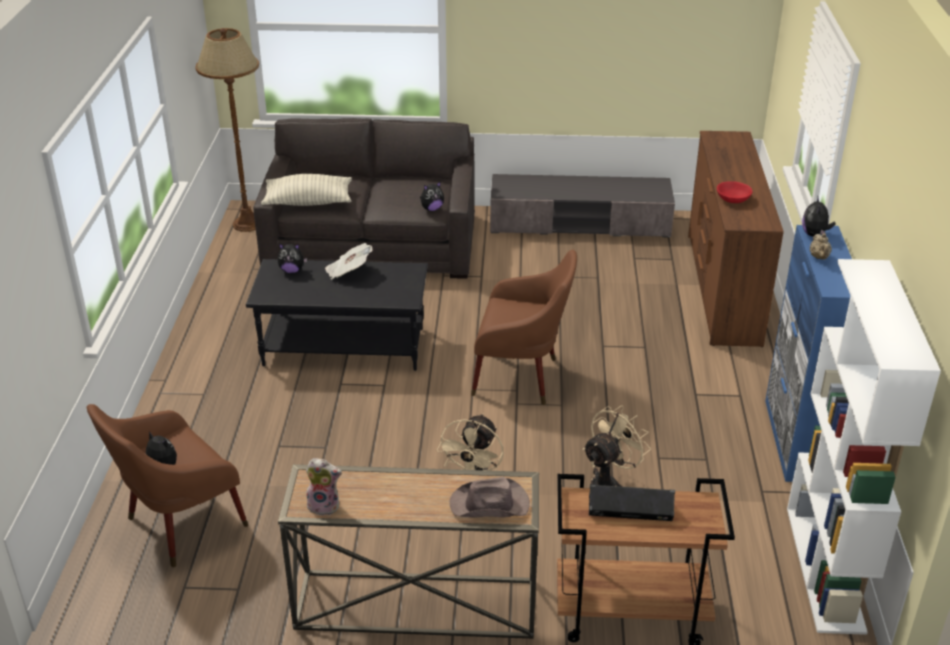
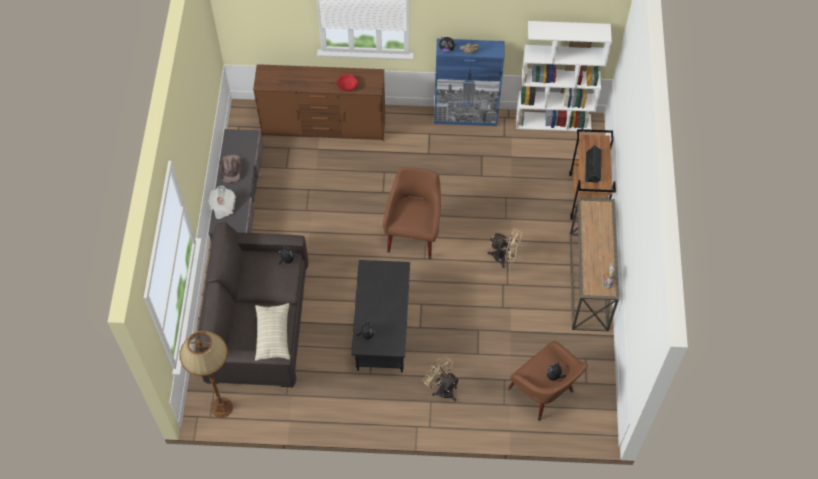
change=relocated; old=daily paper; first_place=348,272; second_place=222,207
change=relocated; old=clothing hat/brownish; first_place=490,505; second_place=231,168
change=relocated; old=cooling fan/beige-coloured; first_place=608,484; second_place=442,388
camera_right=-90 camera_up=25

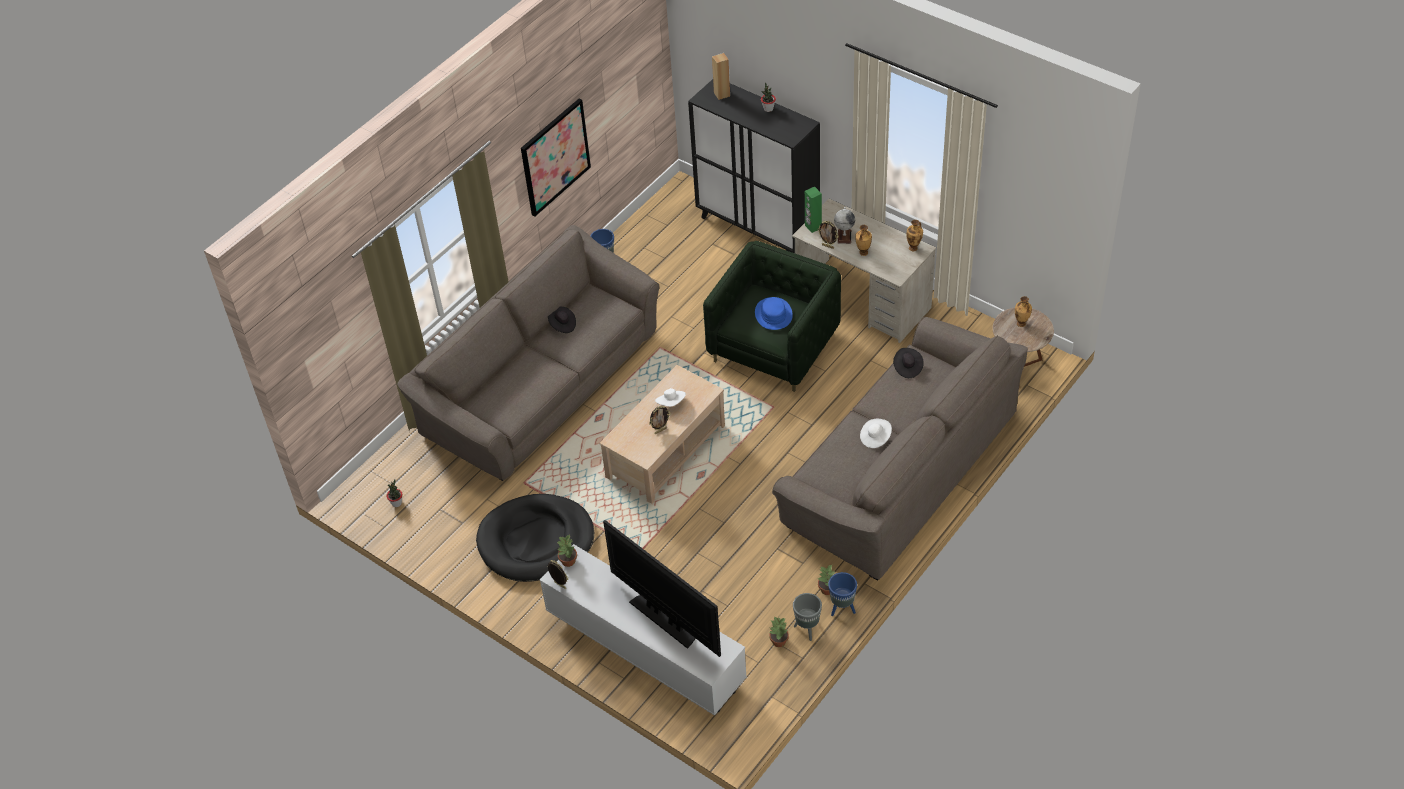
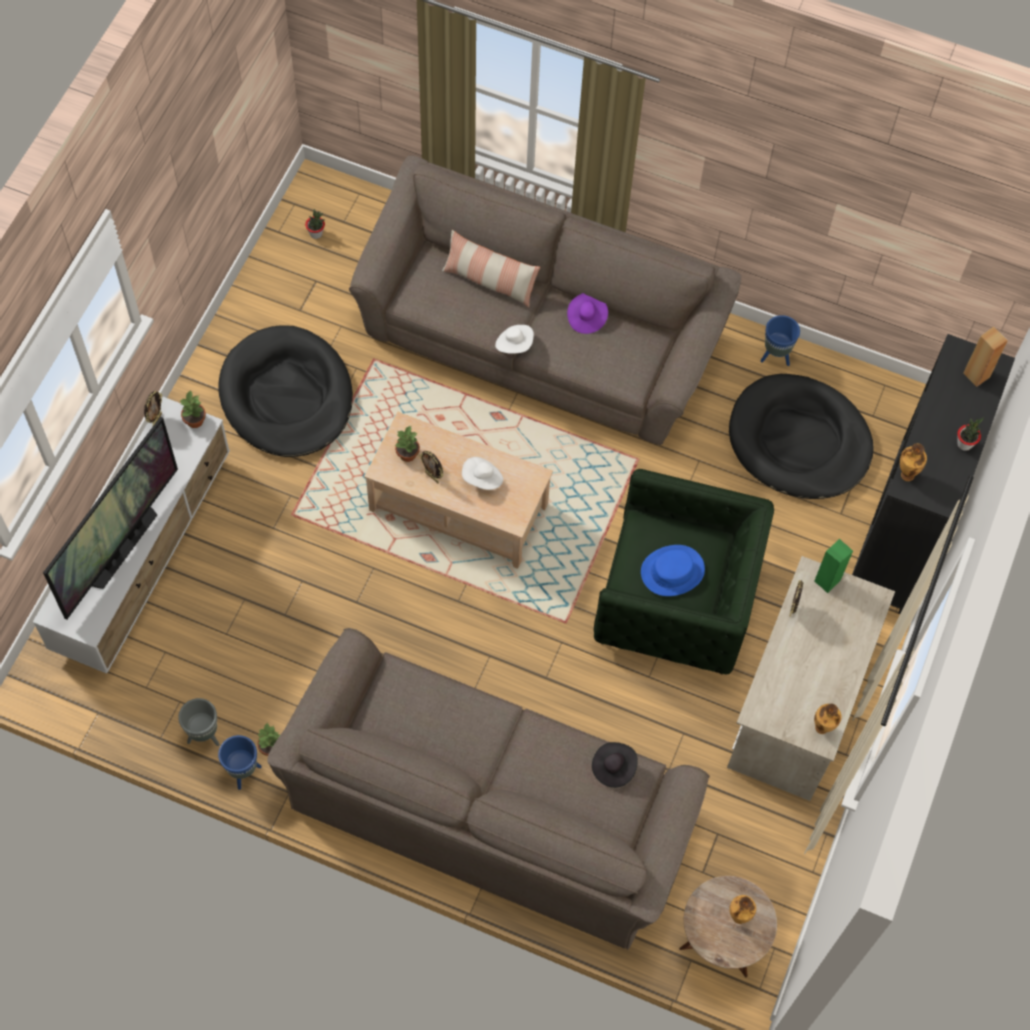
change=missing; old=wall art; first_place=555,157
change=missing; old=globe; first_place=844,236
change=appeared; new=throw pillow; second_place=489,281
change=appeared; new=pet bed/black; second_place=799,441
change=relocated; old=houseplant; first_place=779,642; second_place=407,454
change=relocated; old=flower vase; first_place=863,253; second_place=906,474
change=relocated; old=clothing hat/white; first_place=875,438; second_place=514,344
change=colour; old=clothing hat/black; new=clothing hat/purplish; first_place=562,325; second_place=586,318
camera_right=70 camera_up=15

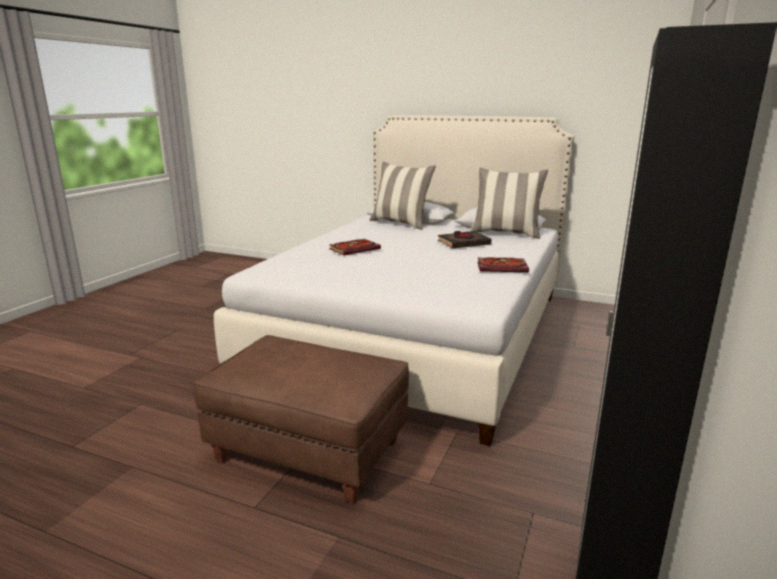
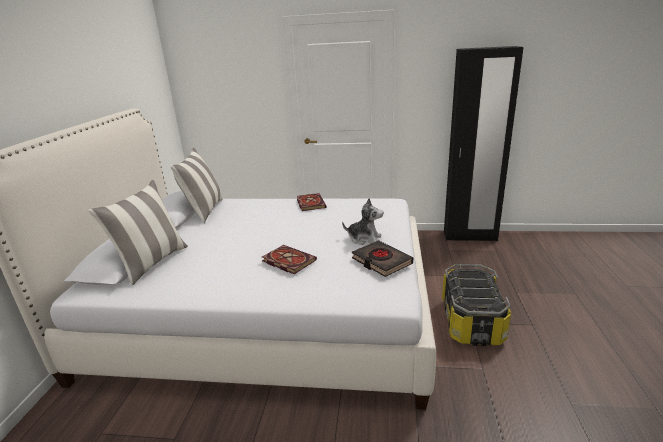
change=appeared; new=soft toy; second_place=364,238
change=relocated; old=bound book/black; first_place=463,243; second_place=381,261
change=exchanged; old=pouffe/brownish; new=storage box; first_place=308,451; second_place=470,321
camera_right=-105 camera_up=5

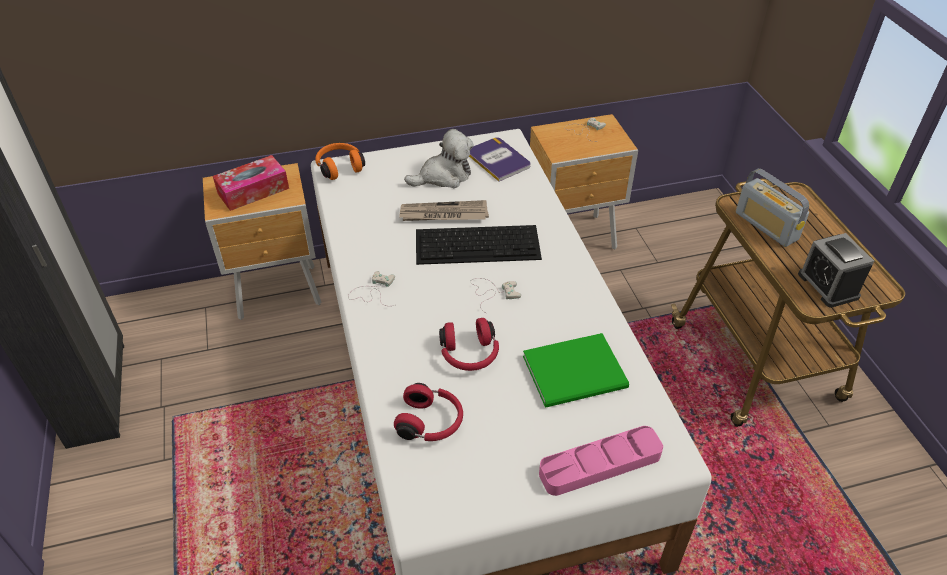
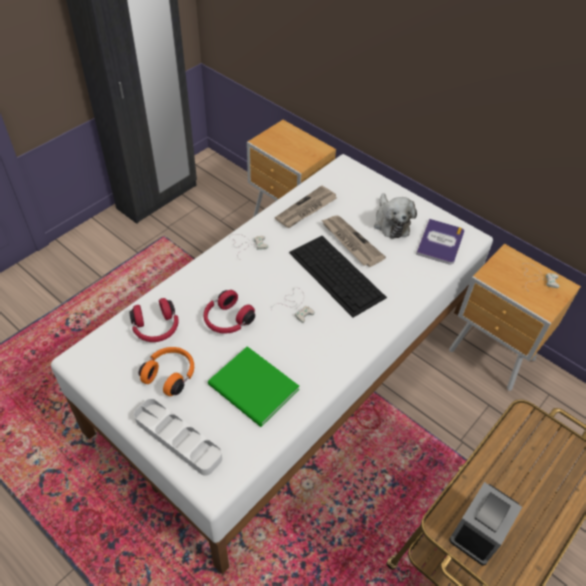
change=missing; old=tissue box; first_place=253,191
change=missing; old=radio receiver; first_place=766,226
change=appeared; new=daily paper; second_place=306,209
change=relocated; old=headset/orange; first_place=339,167; second_place=170,375
change=colour; old=tray/pink-coloured; new=tray/white; first_place=600,464; second_place=178,439
change=spun; old=soft toy; first_place=443,176; second_place=391,222; degrees=45
camera_right=55 camera_up=5

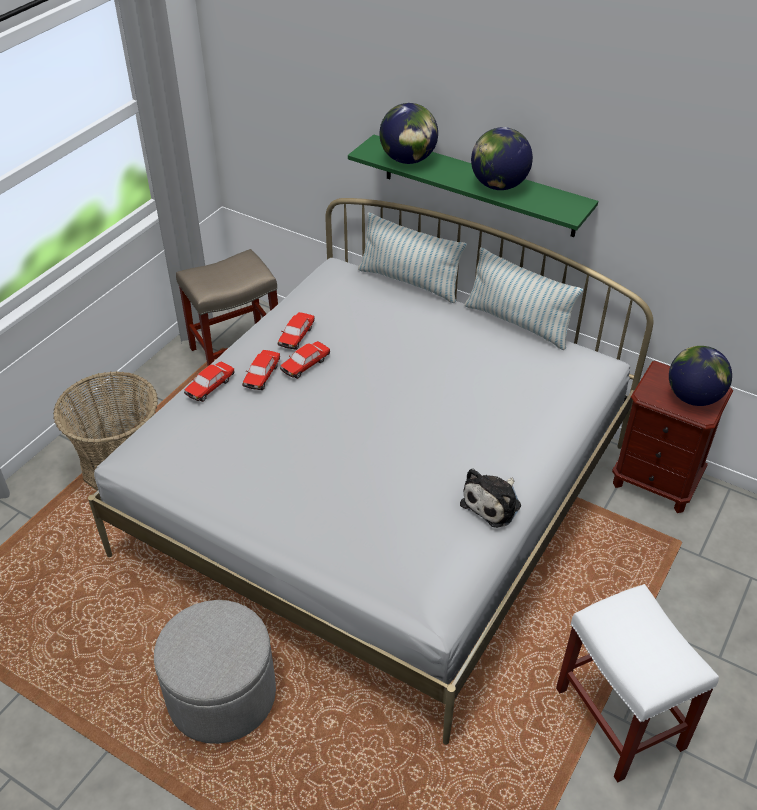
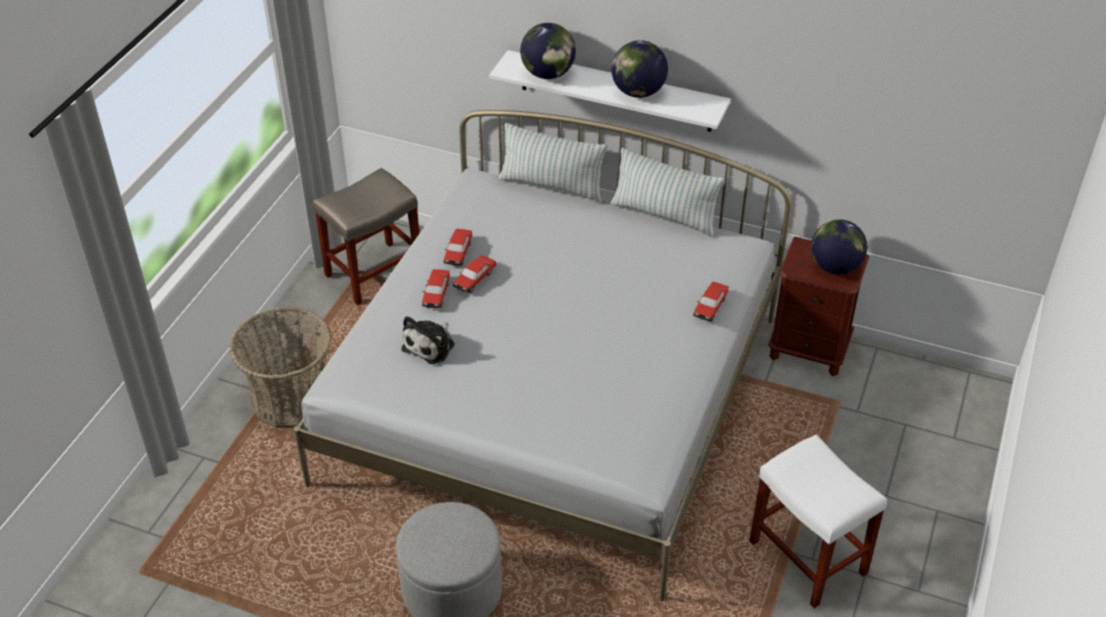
change=relocated; old=toy car; first_place=210,386; second_place=710,306
change=relocated; old=soft toy; first_place=493,503; second_place=431,345
change=colour; old=bracket shelf/green-coloured; new=bracket shelf/white; first_place=478,186; second_place=616,91
camera_right=-10 camera_up=0

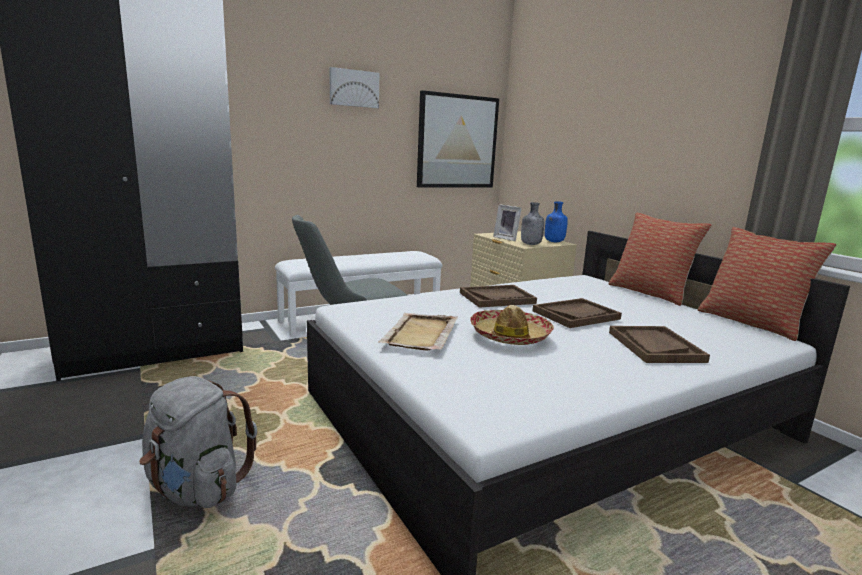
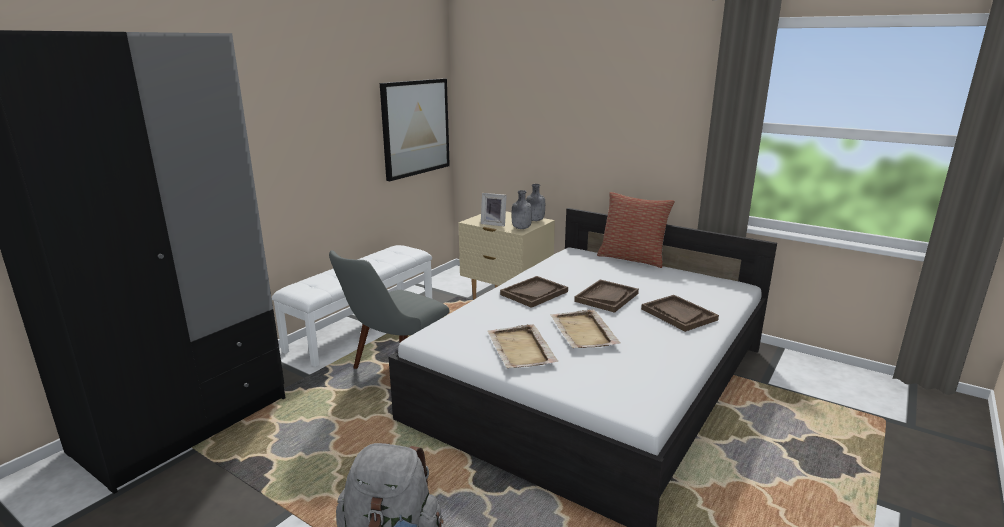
change=missing; old=wall art; first_place=353,88
change=missing; old=throw pillow; first_place=751,323
change=exchanged; old=clothing hat; new=tray/beige-coloured; first_place=510,336; second_place=583,332
change=colour; old=bottle/blue; new=bottle/grey; first_place=553,242; second_place=534,220
camera_right=-25 camera_up=5

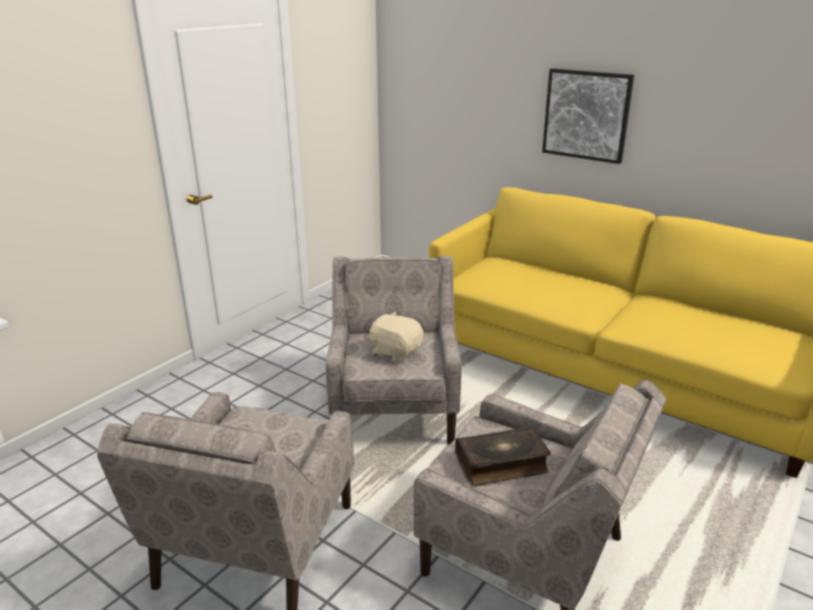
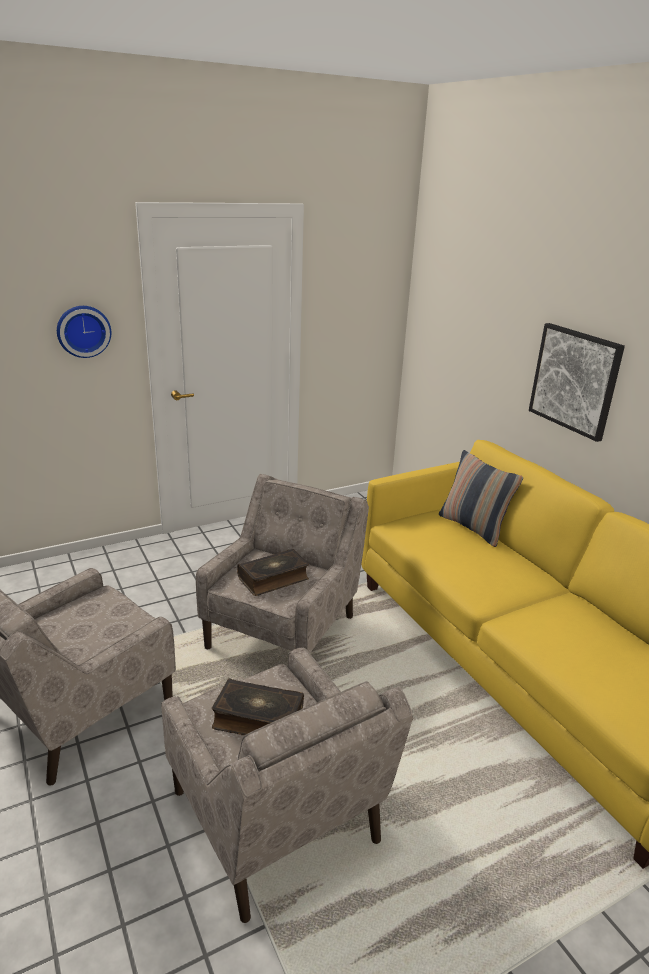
change=appeared; new=wall clock; second_place=83,330
change=appeared; new=throw pillow; second_place=473,527
change=exchanged; old=soft toy/beige-coloured; new=bound book; first_place=396,352; second_place=273,579
camera_right=25 camera_up=0

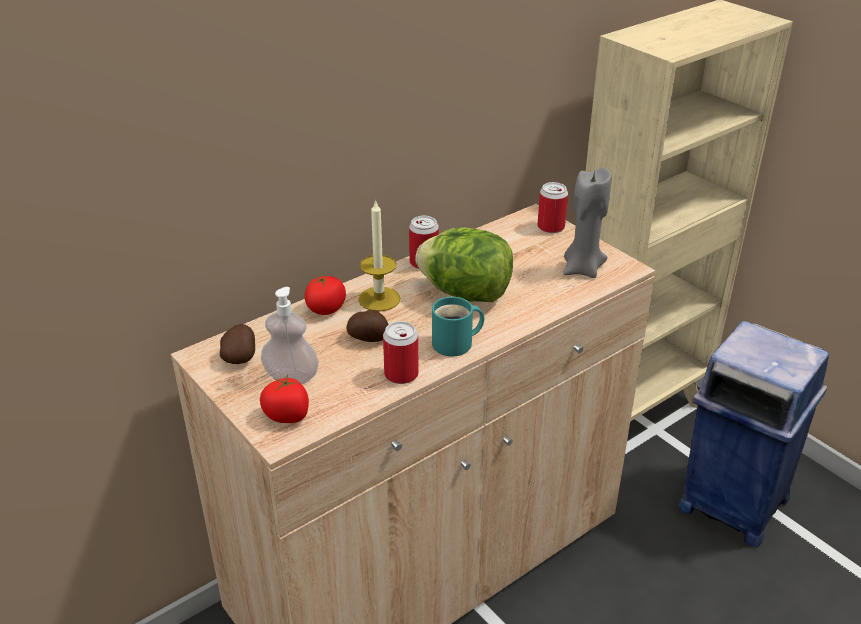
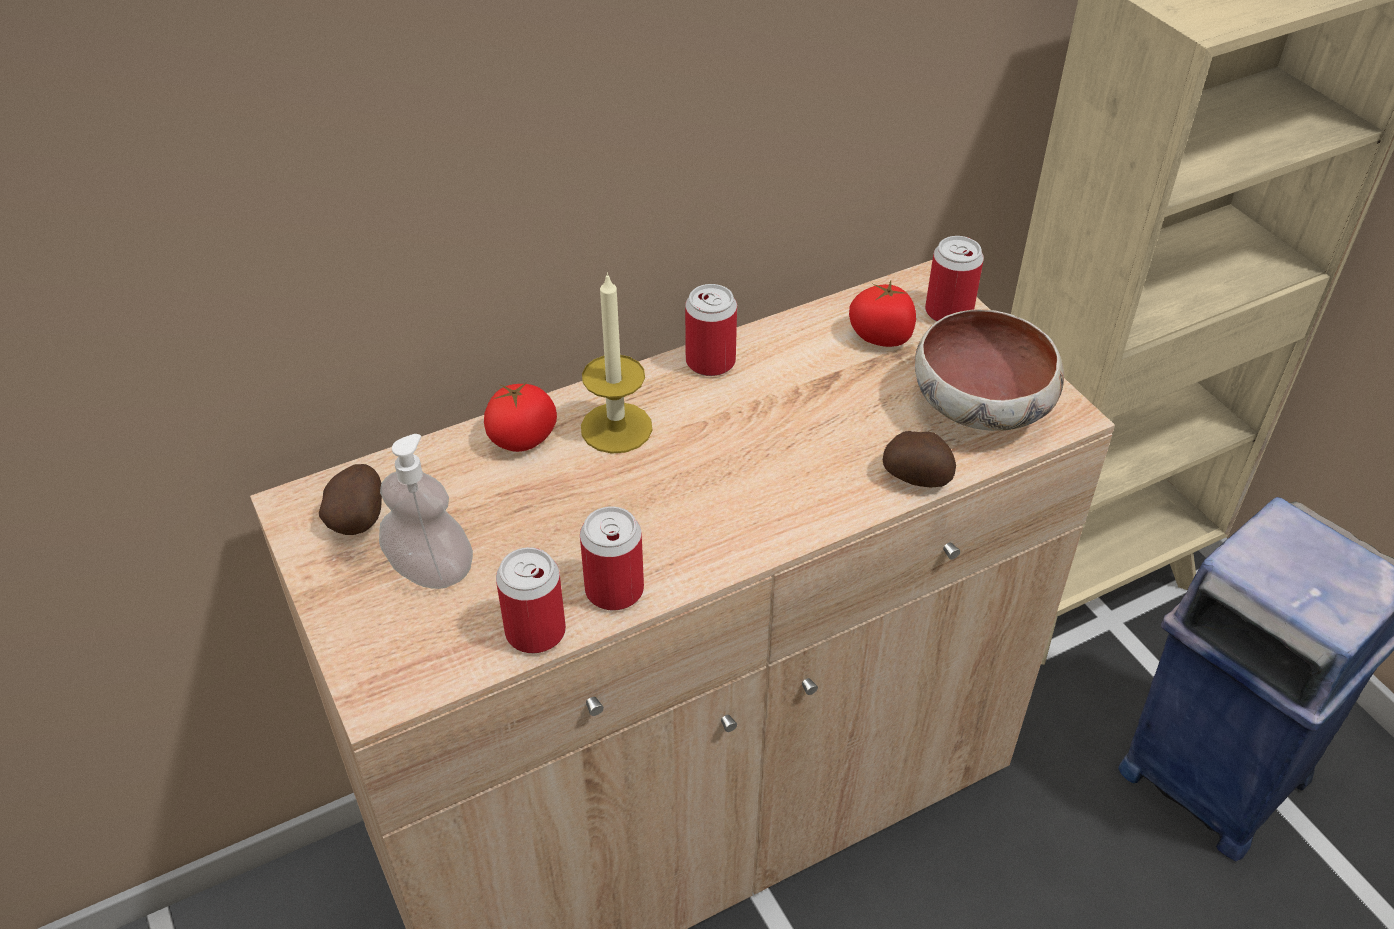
change=missing; old=head of lettuce; first_place=466,294
change=missing; old=tea mug/blue-green; first_place=456,344
change=appeared; new=can; second_place=535,631
change=relocated; old=fresh tomato; first_place=287,415; second_place=881,336
change=relocated; old=potato; first_place=369,338; second_place=917,477
change=exchanged; old=wax candle/grey; new=serving bowl; first_place=582,269; second_place=983,407
camera_right=10 camera_up=10

